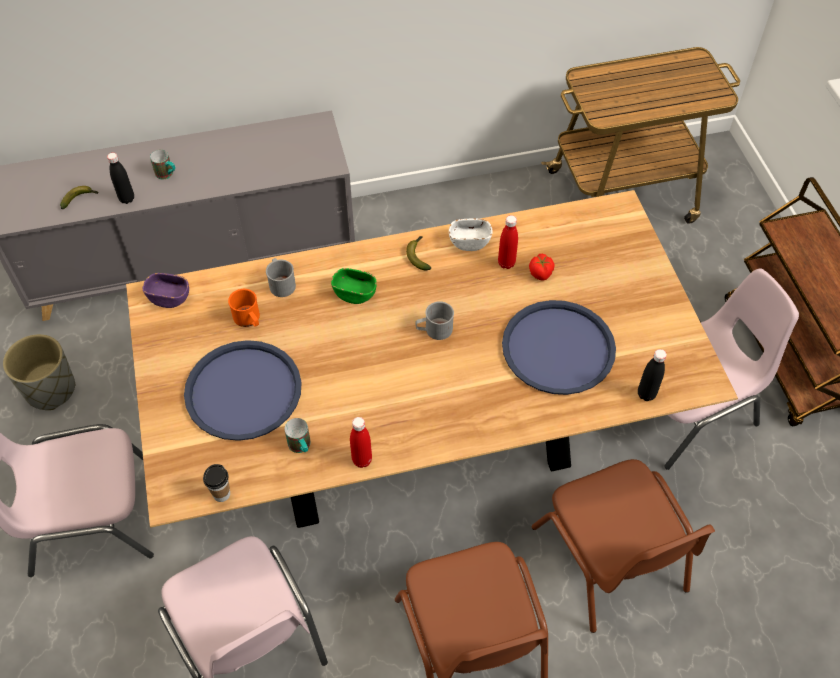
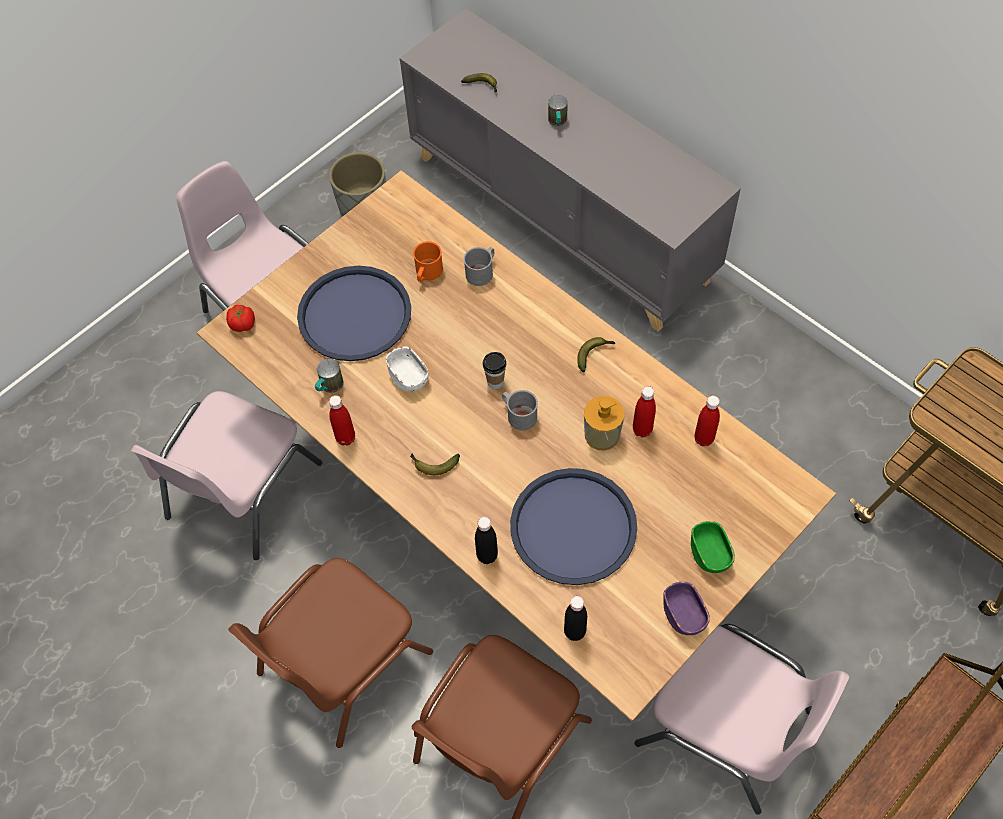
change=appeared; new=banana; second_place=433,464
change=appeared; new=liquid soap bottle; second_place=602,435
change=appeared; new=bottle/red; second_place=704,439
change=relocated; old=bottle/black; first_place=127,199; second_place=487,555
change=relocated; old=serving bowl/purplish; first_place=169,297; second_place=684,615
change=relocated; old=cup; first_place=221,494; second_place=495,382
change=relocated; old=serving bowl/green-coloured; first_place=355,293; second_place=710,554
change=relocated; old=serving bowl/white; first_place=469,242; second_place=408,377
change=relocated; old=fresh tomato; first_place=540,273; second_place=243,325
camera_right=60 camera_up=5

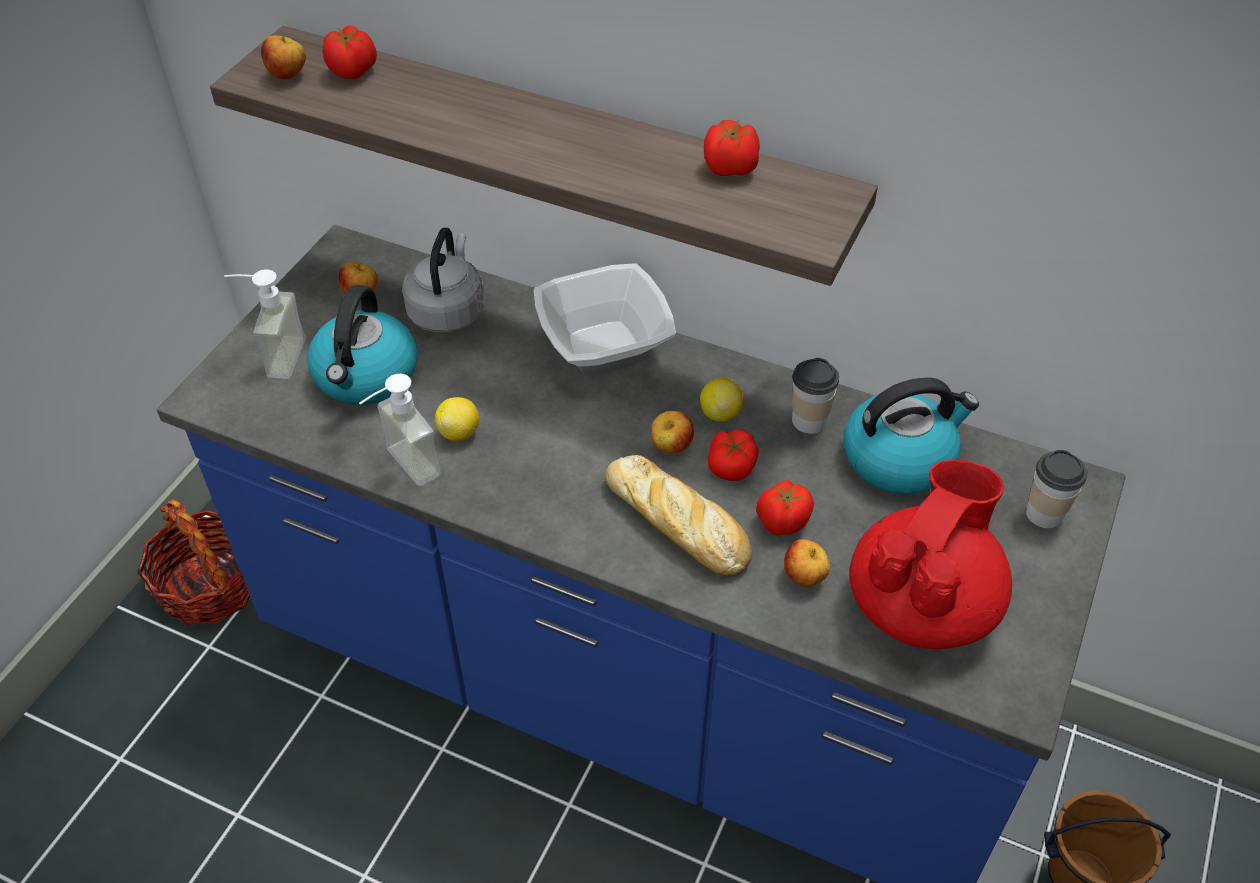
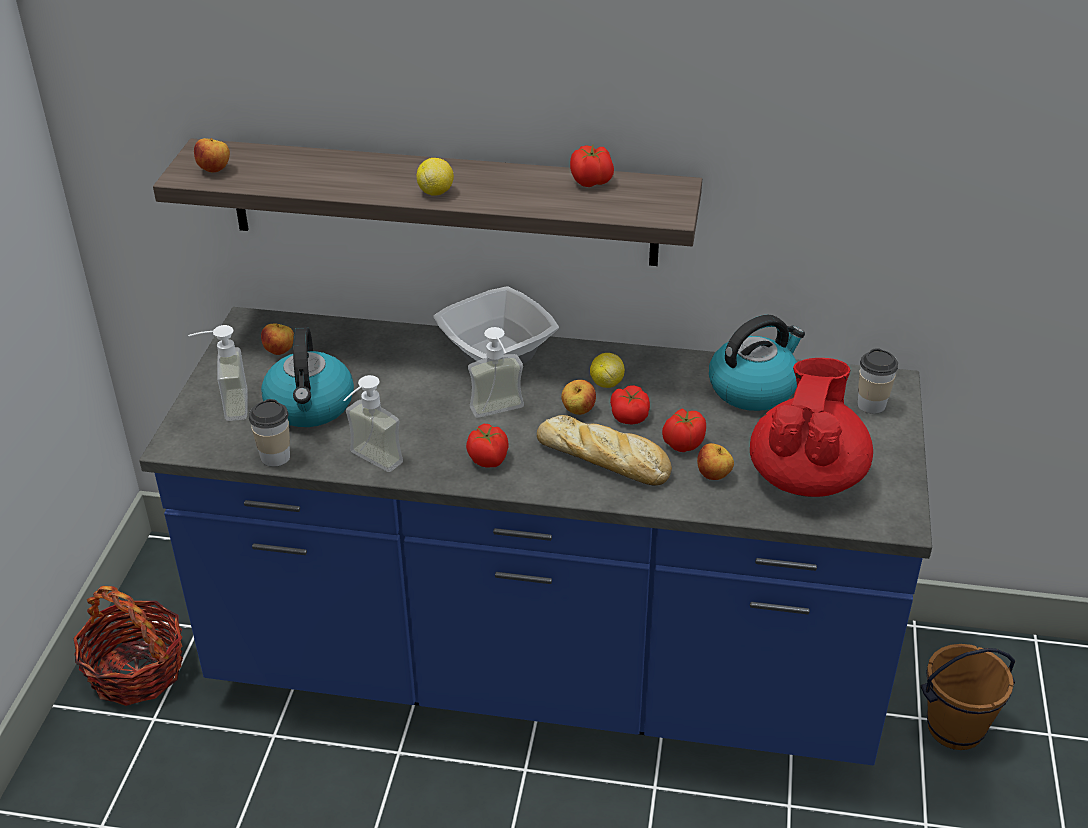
change=missing; old=kettle/grey; first_place=448,310
change=appeared; new=liquid soap bottle; second_place=500,414
change=relocated; old=fresh tomato; first_place=353,72; second_place=488,459
change=relocated; old=citrus fruit; first_place=459,432; second_place=436,192
change=relocated; old=cup; first_place=809,421; second_place=275,457
camera_right=-15 camera_up=-10

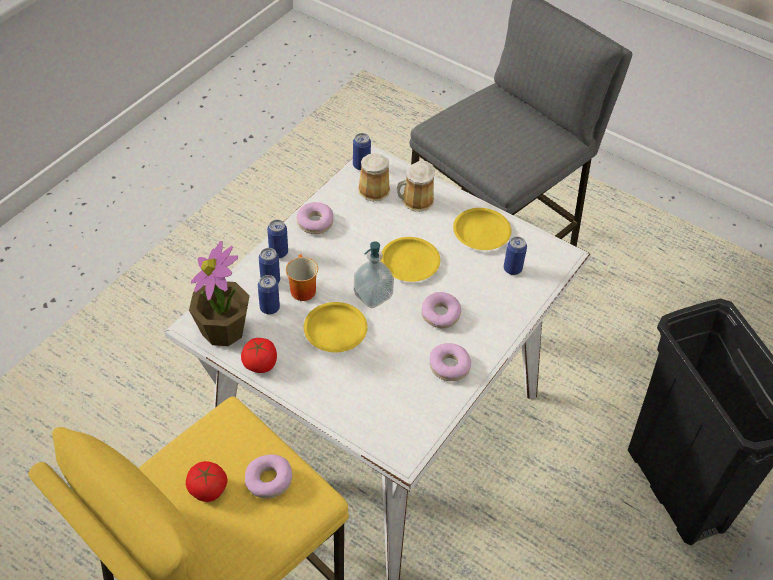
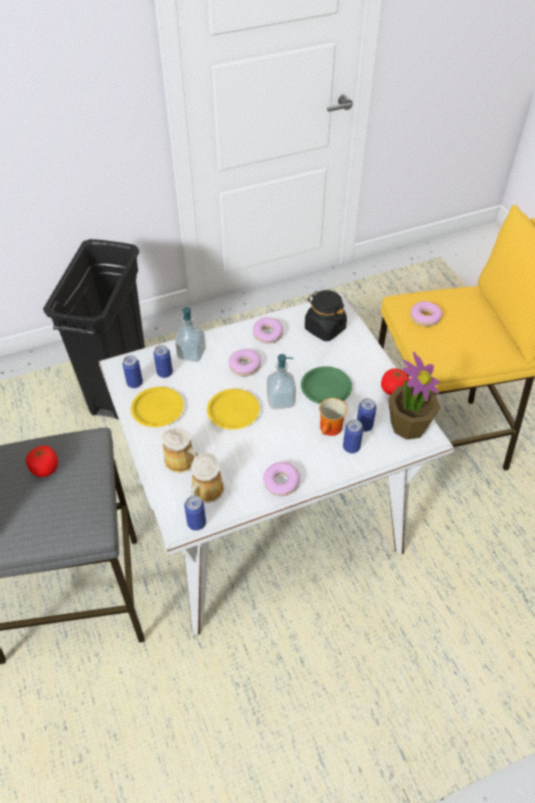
change=appeared; new=liquid soap bottle; second_place=191,353
change=appeared; new=preserve jar/black; second_place=324,328
change=relocated; old=fresh tomato; first_place=207,489; second_place=45,468
change=relocated; old=can; first_place=278,252; second_place=135,383
change=colour; old=flat dish/yellow; new=flat dish/green-coloured; first_place=335,330; second_place=326,389
camera_right=-145 camera_up=0

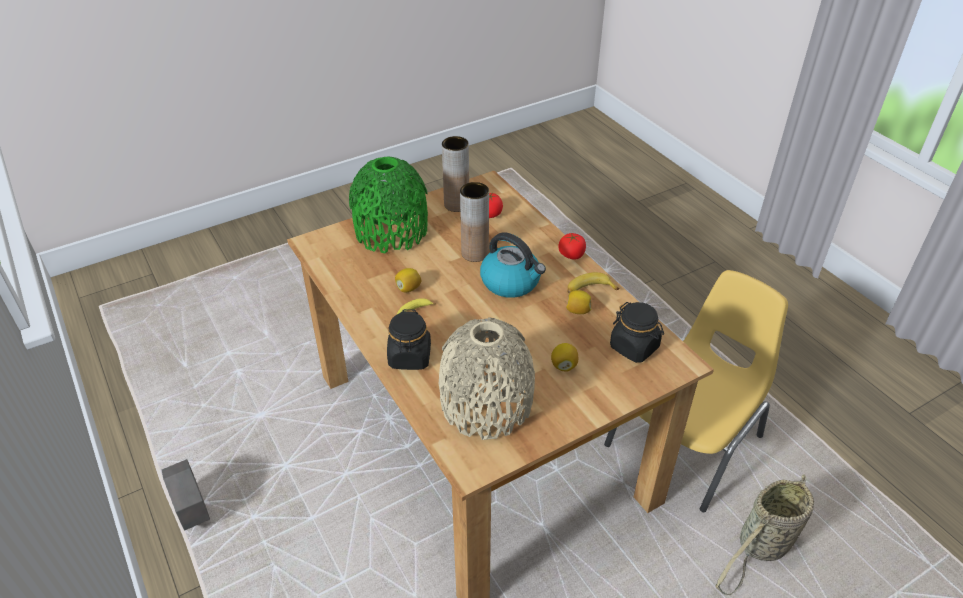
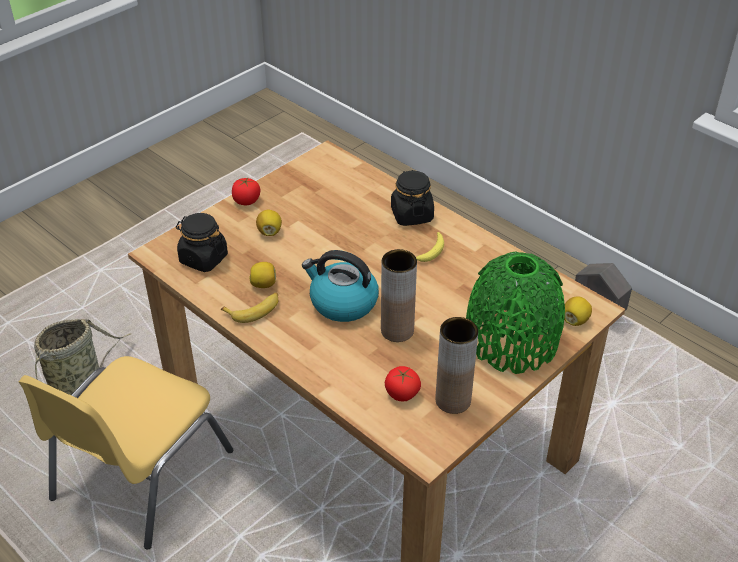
change=missing; old=flower vase/beige-coloured; first_place=486,404
change=relocated; old=citrus fruit; first_place=408,288; second_place=575,320
change=relocated; old=fresh tomato; first_place=571,255; second_place=246,201
camera_right=165 camera_up=0

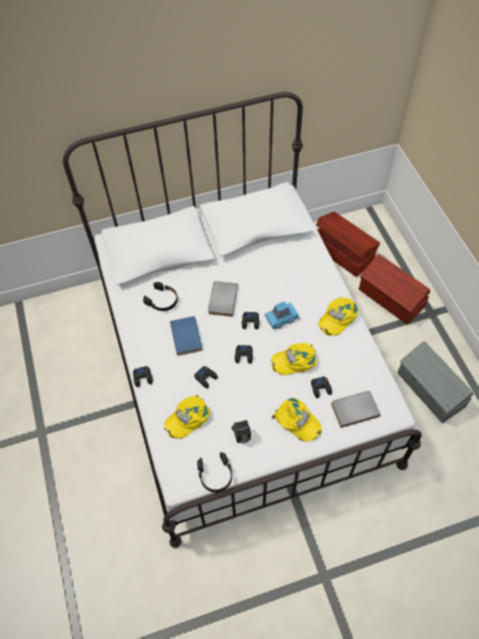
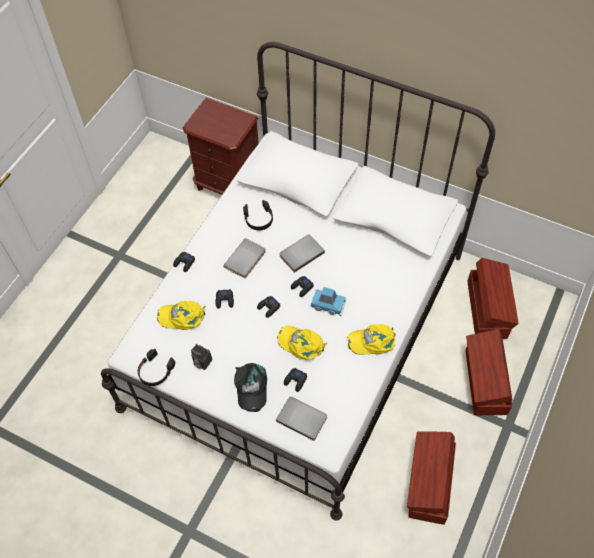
change=appeared; new=night table/brownish; second_place=228,184
change=colour; old=bound book/blue; new=bound book/grey; first_place=187,336; second_place=246,260
change=colour; old=baseball cap/yellow; new=baseball cap/black; first_place=297,421; second_place=251,388
change=colour; old=storage box/grey; new=storage box/brownish; first_place=430,390; second_place=429,484
camera_right=45 camera_up=0

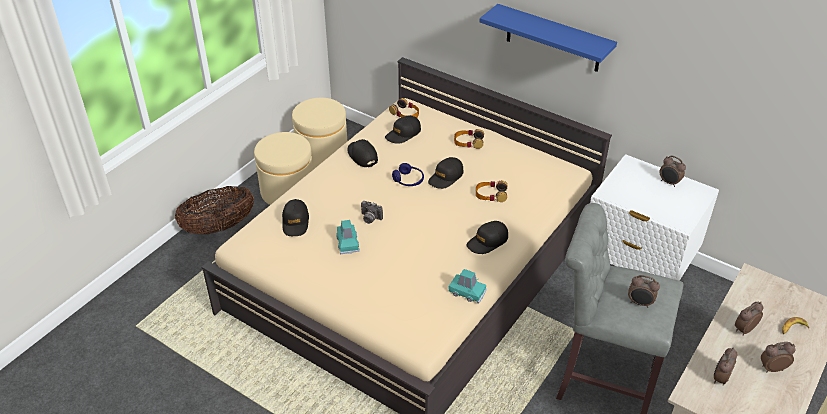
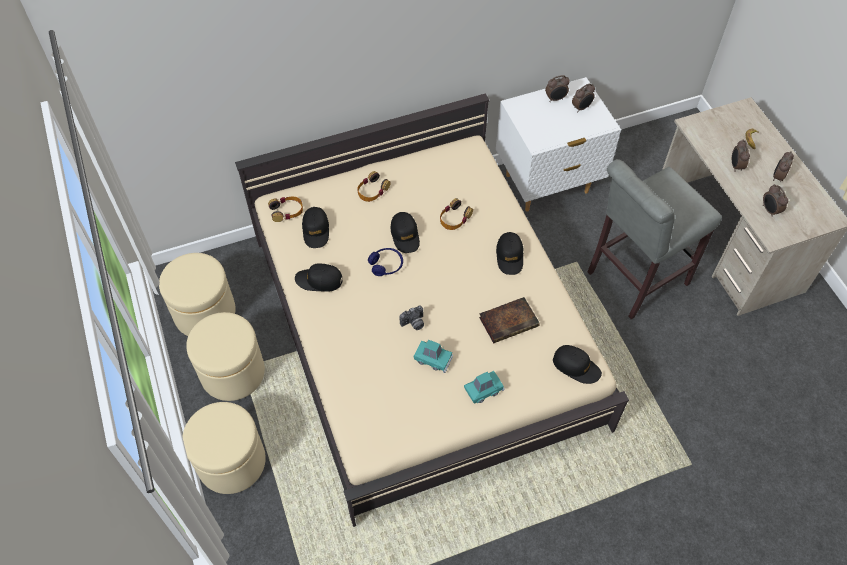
change=missing; old=bracket shelf/blue; first_place=553,38
change=appeared; new=bound book; second_place=509,321
change=relocated; old=baseball cap/black; first_place=295,222; second_place=576,366
change=relocated; old=toy car/blue-green; first_place=467,292; second_place=483,390
change=relocated; old=bedside clock; first_place=640,303; second_place=581,108
change=exchanged; old=storage basket; new=pouffe/beige-coloured; first_place=219,227; second_place=231,462
camera_right=-55 camera_up=15

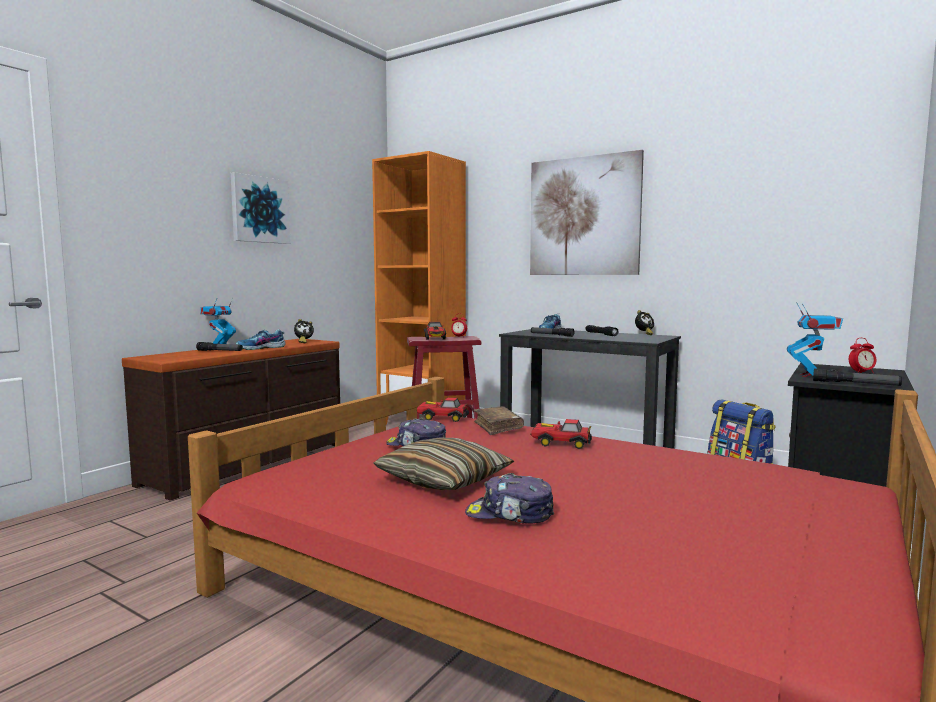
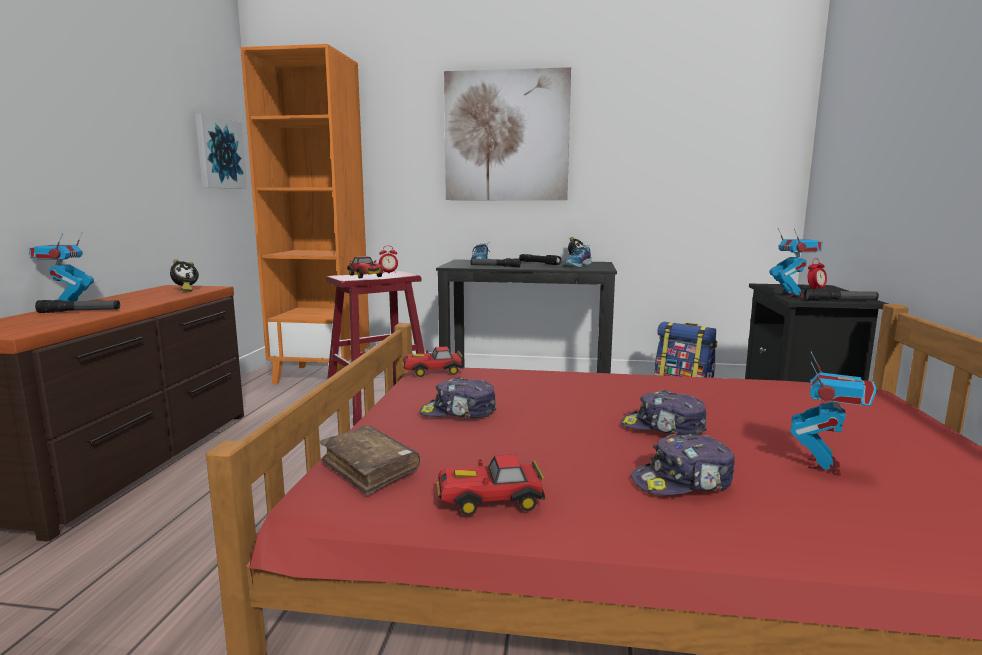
change=missing; old=throw pillow; first_place=444,480
change=appeared; new=baseball cap; second_place=663,428
change=appeared; new=toy robot; second_place=824,466
change=relocated; old=wall art; first_place=260,210; second_place=219,153
change=relocated; old=item of footwear; first_place=261,348; second_place=578,266
change=relocated; old=bound book/brownish; first_place=498,427; second_place=369,469
change=relocated; old=toy car; first_place=560,443; second_place=489,501
camera_right=-25 camera_up=5

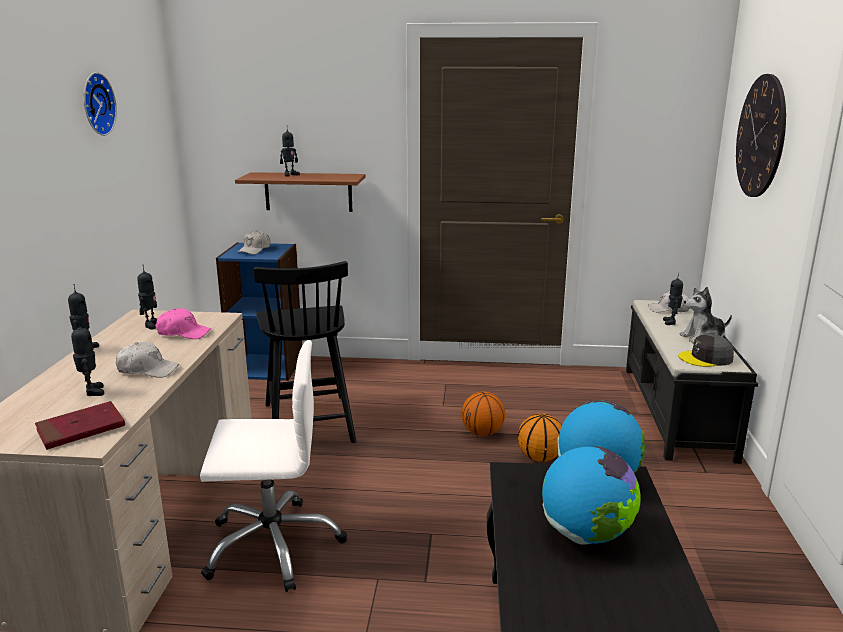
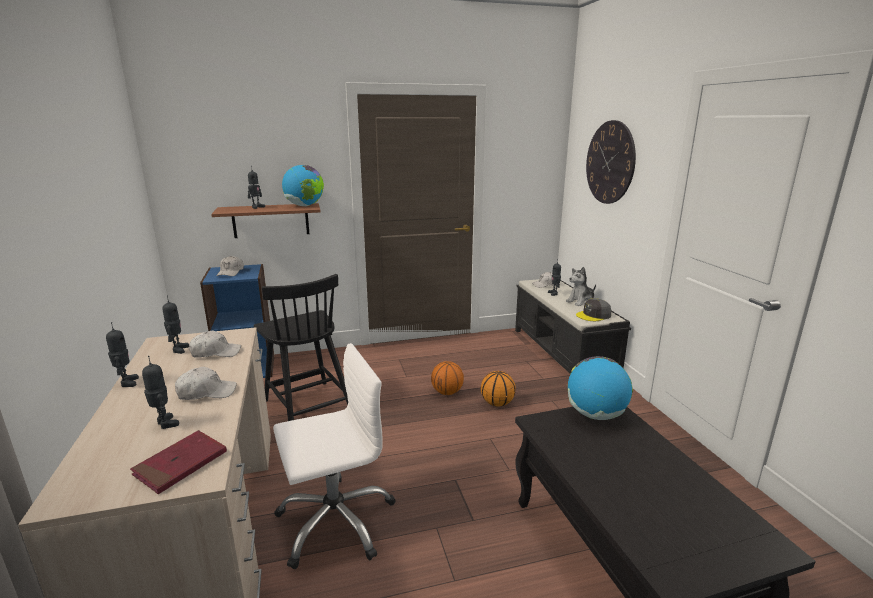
change=missing; old=wall clock; first_place=95,104
change=relocated; old=globe; first_place=586,535; second_place=304,206
change=colour; old=baseball cap/pink-coloured; new=baseball cap/white; first_place=183,333; second_place=215,352
camera_right=-20 camera_up=0

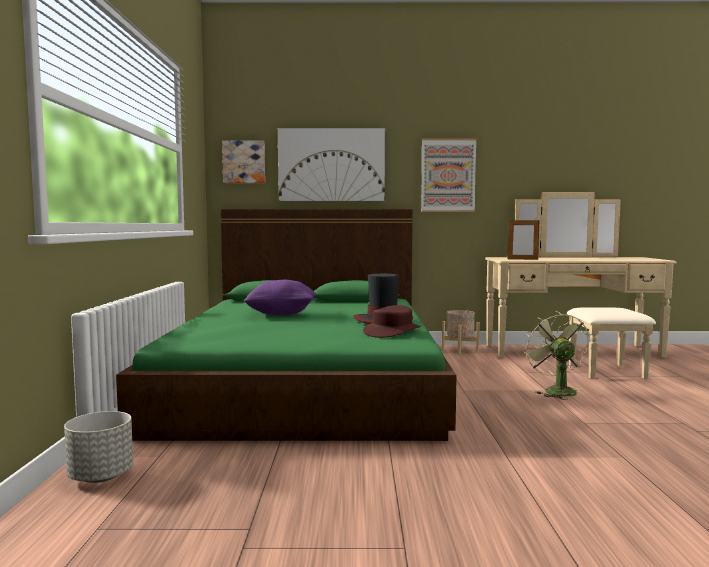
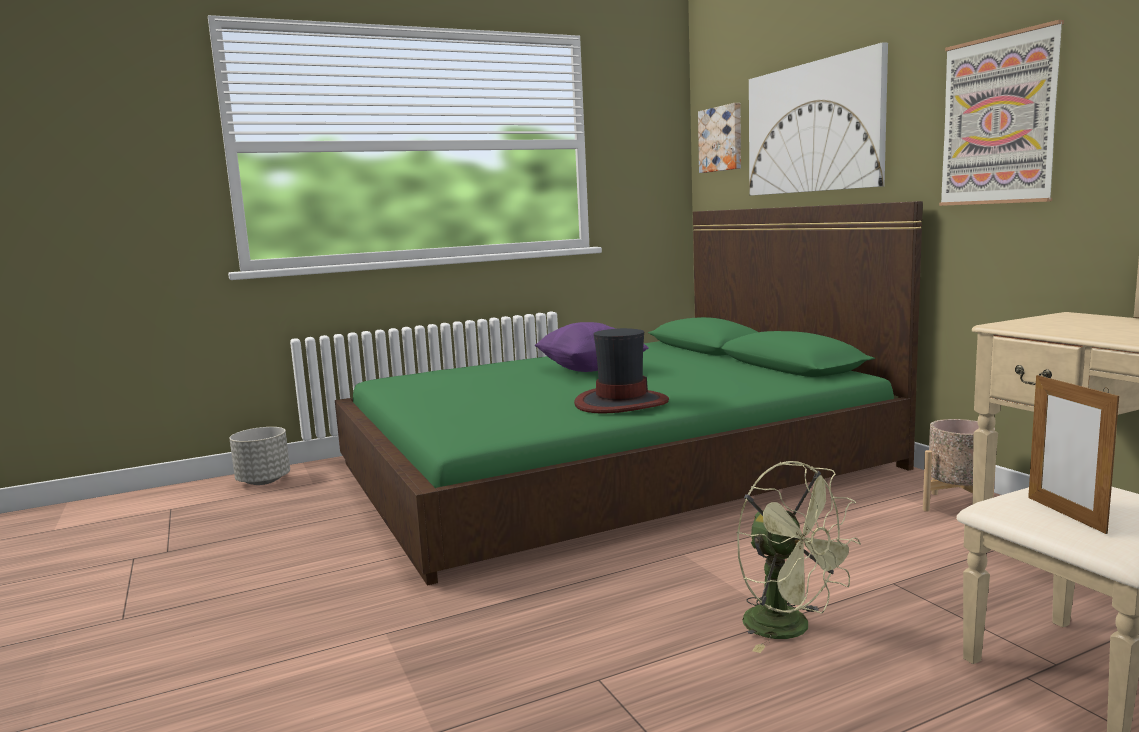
change=missing; old=clothing hat/brownish; first_place=392,331
change=relocated; old=standing frame; first_place=522,259; second_place=1065,514
change=spun; old=cooling fan/green-coloured; first_place=555,390; second_place=790,629; degrees=90
camera_right=65 camera_up=5

